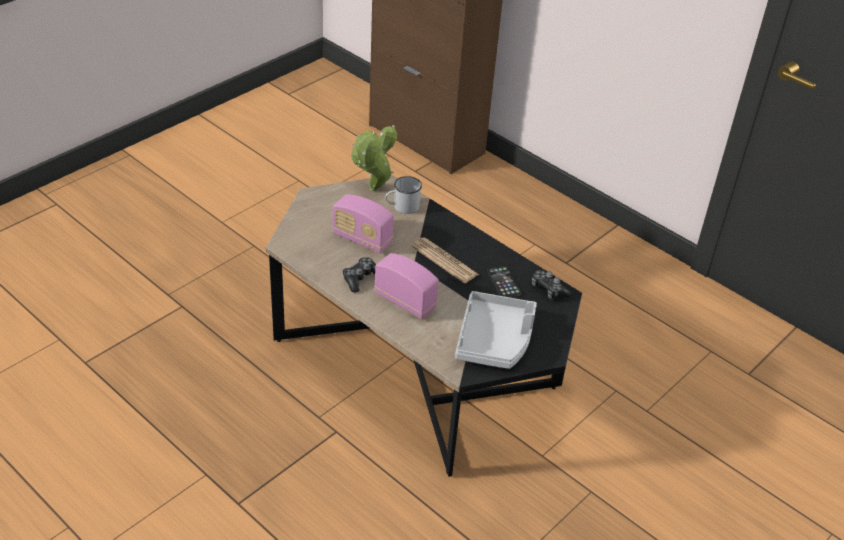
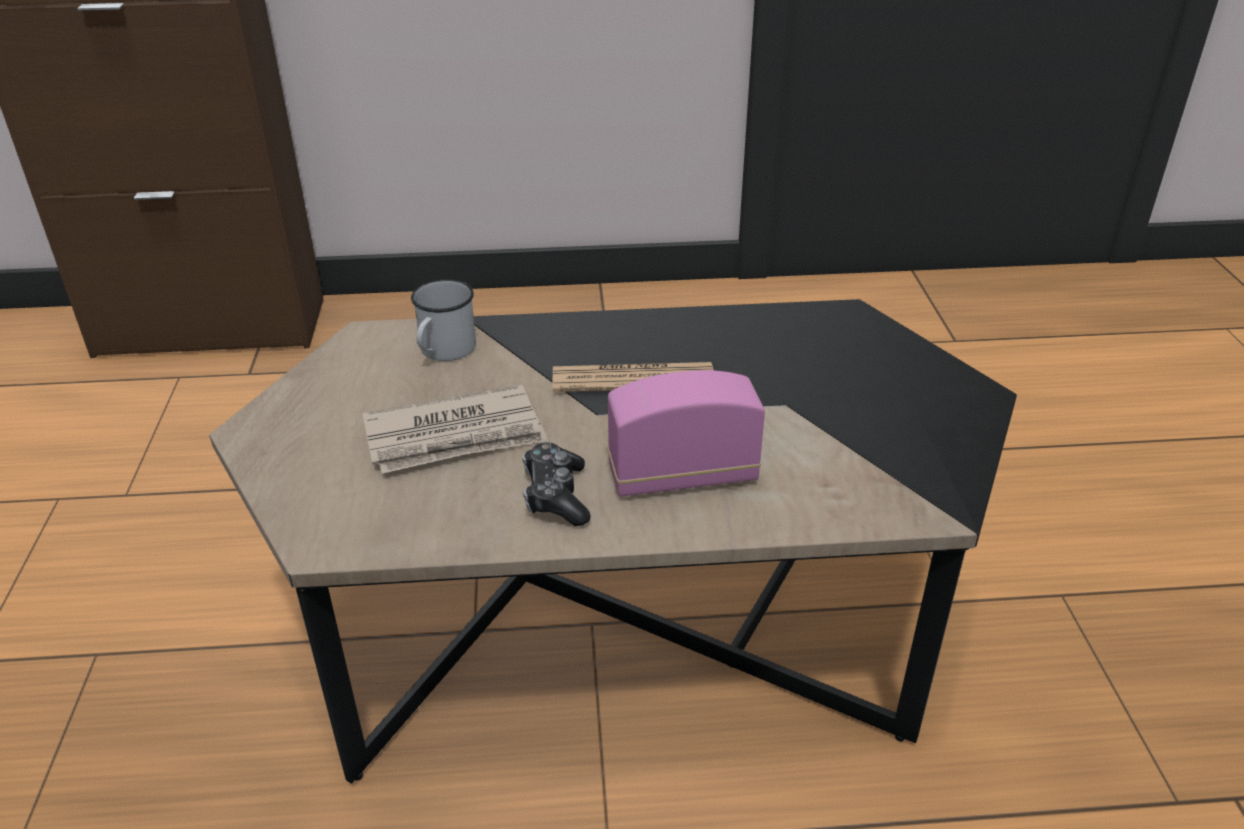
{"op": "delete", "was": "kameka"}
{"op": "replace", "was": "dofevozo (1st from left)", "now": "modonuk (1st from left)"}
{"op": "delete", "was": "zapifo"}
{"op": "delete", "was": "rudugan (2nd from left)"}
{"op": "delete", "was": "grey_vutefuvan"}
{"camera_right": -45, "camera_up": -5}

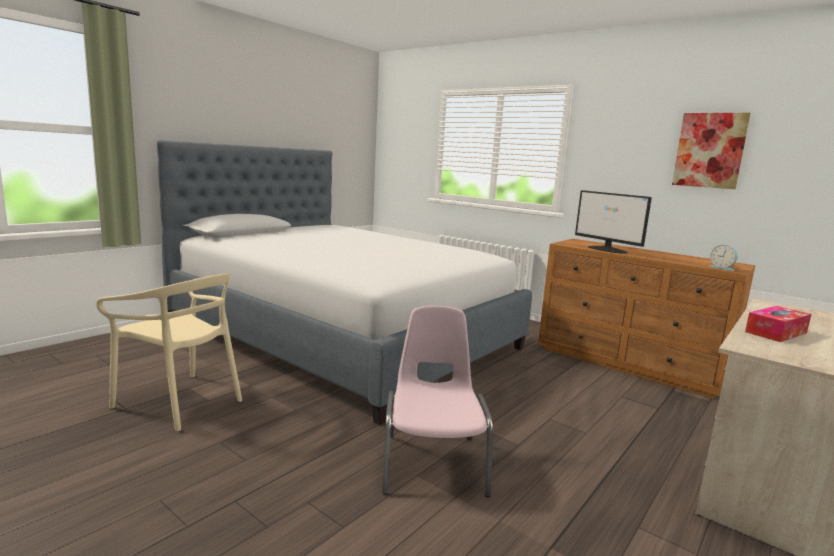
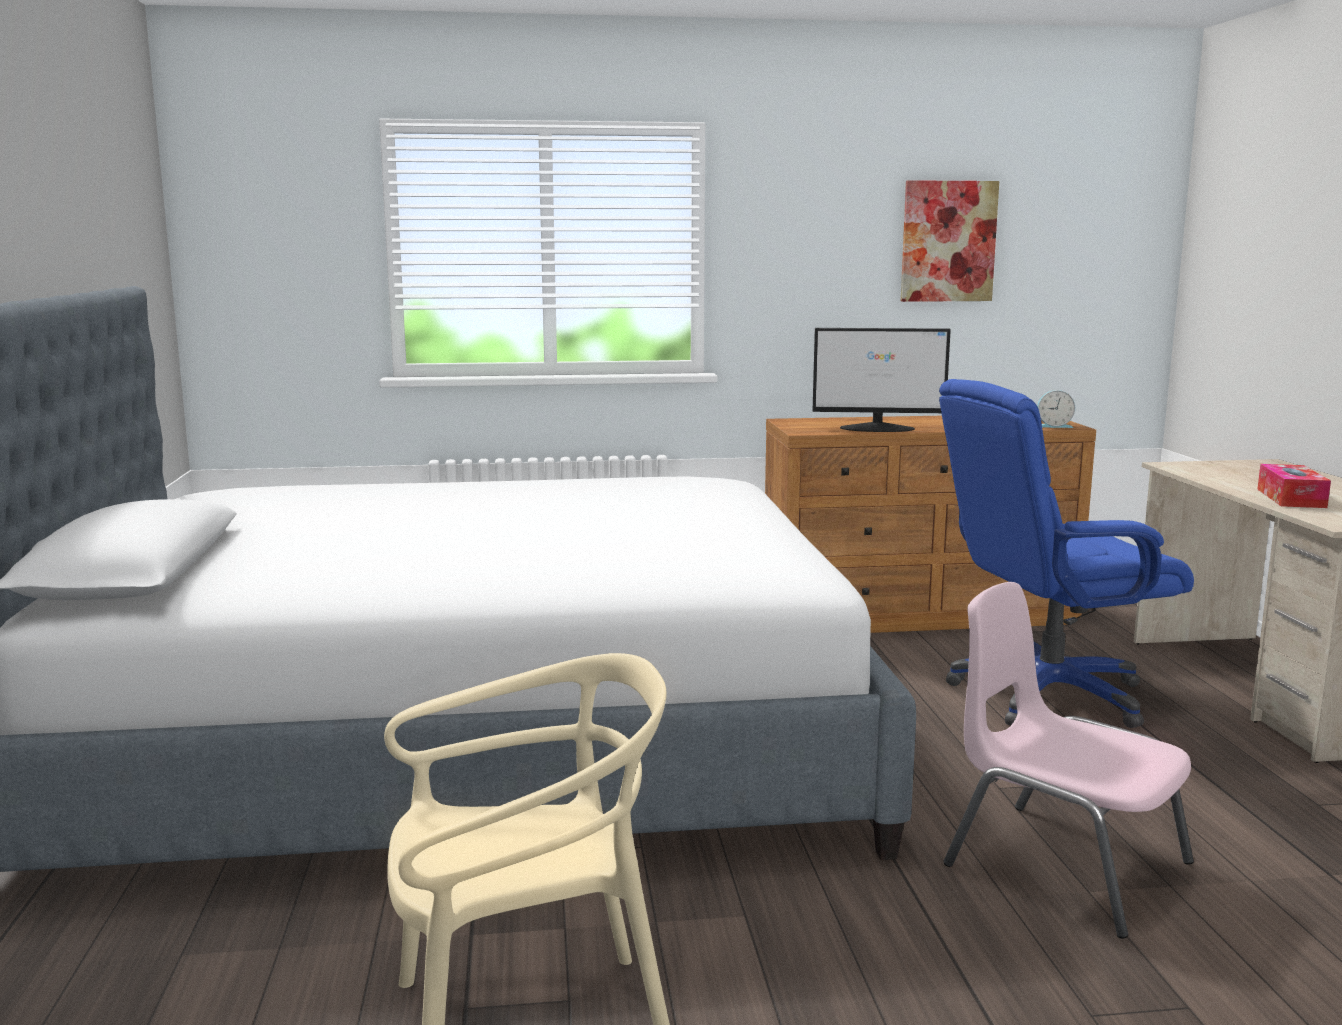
{"op": "insert", "now": "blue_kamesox"}
{"camera_right": -45, "camera_up": 0}

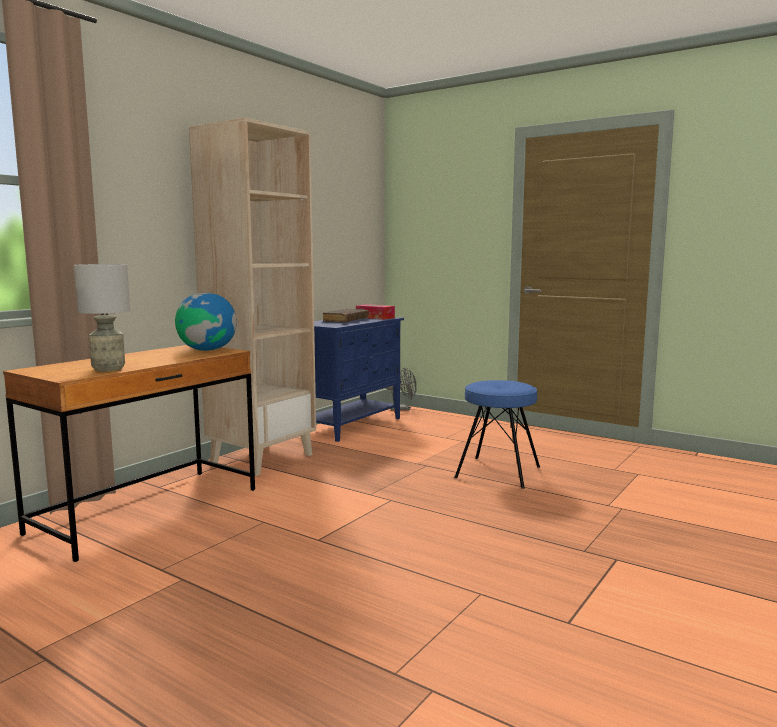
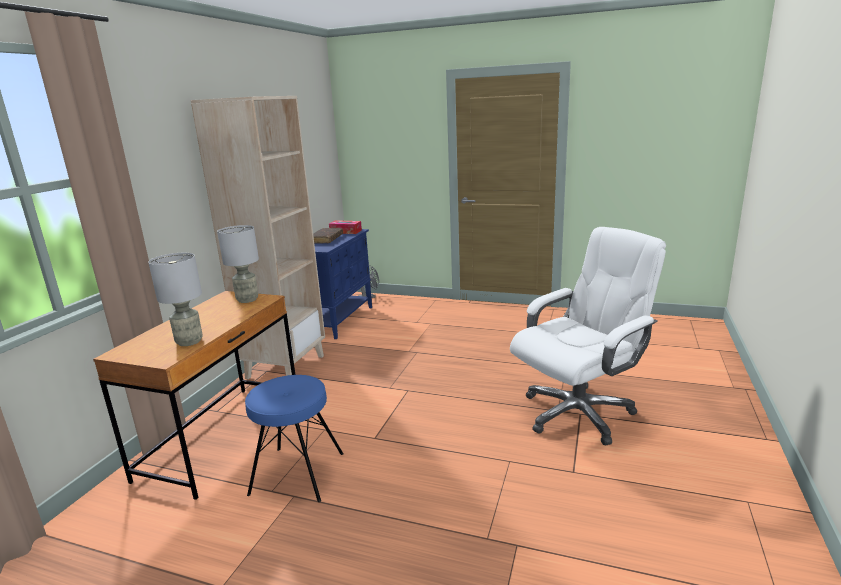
{"op": "replace", "was": "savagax", "now": "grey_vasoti (2nd from left)"}
{"op": "move", "was": "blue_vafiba"}
{"op": "insert", "now": "white_kamesox"}
{"camera_right": -15, "camera_up": 10}

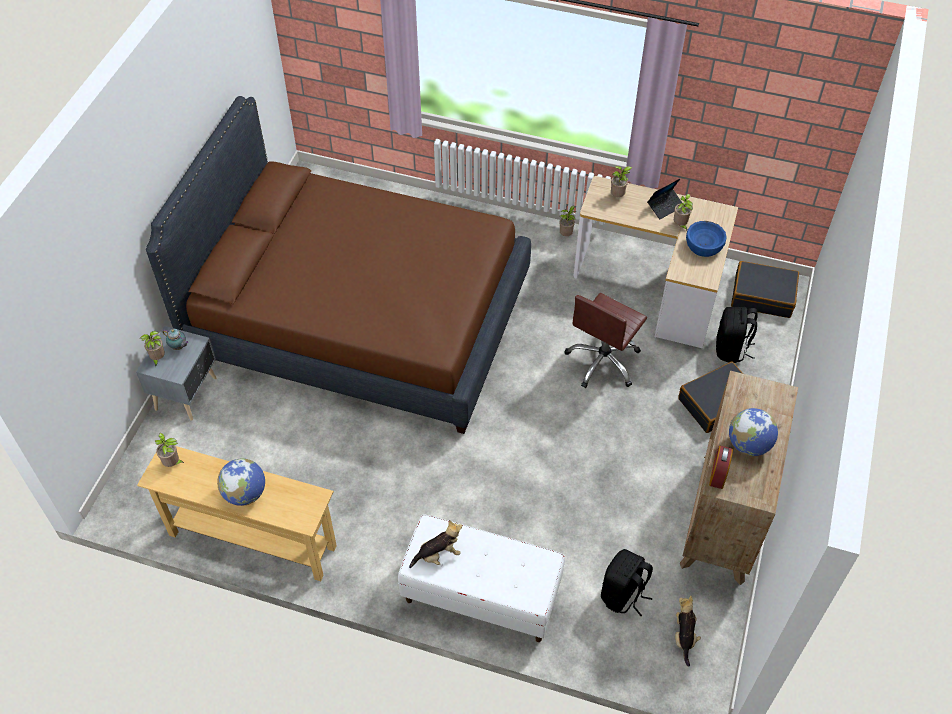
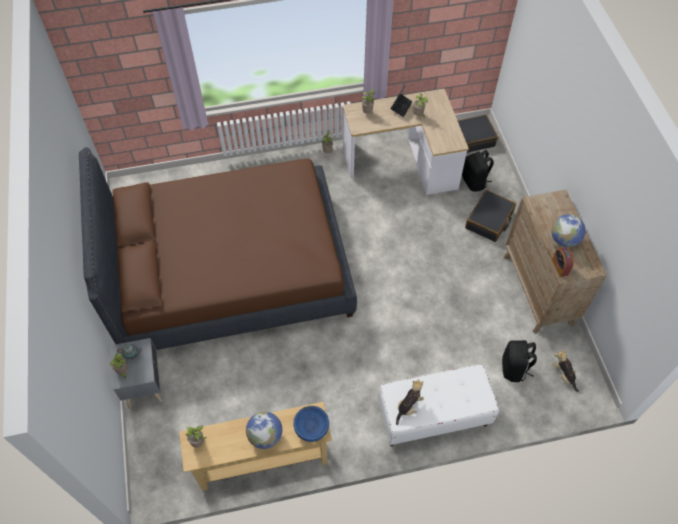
{"op": "move", "was": "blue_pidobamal"}
{"op": "delete", "was": "brown_kamesox"}
{"camera_right": -30, "camera_up": 5}

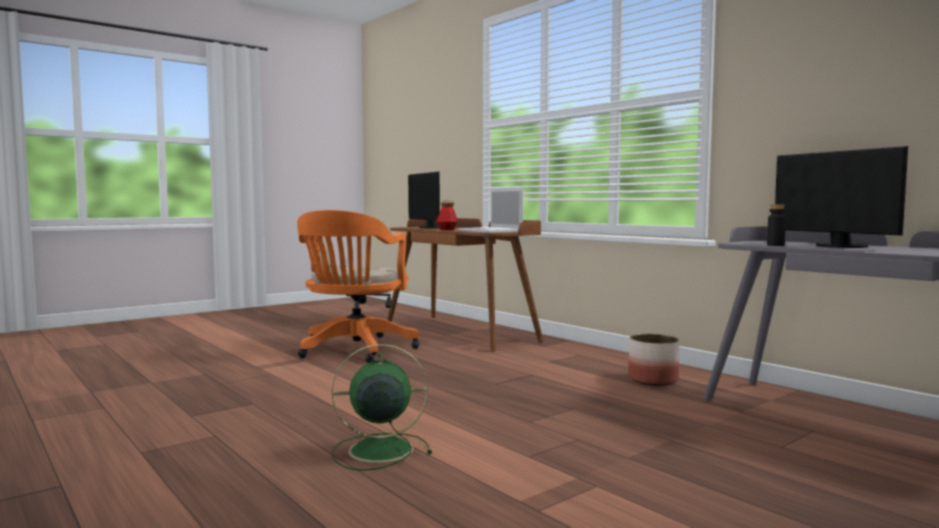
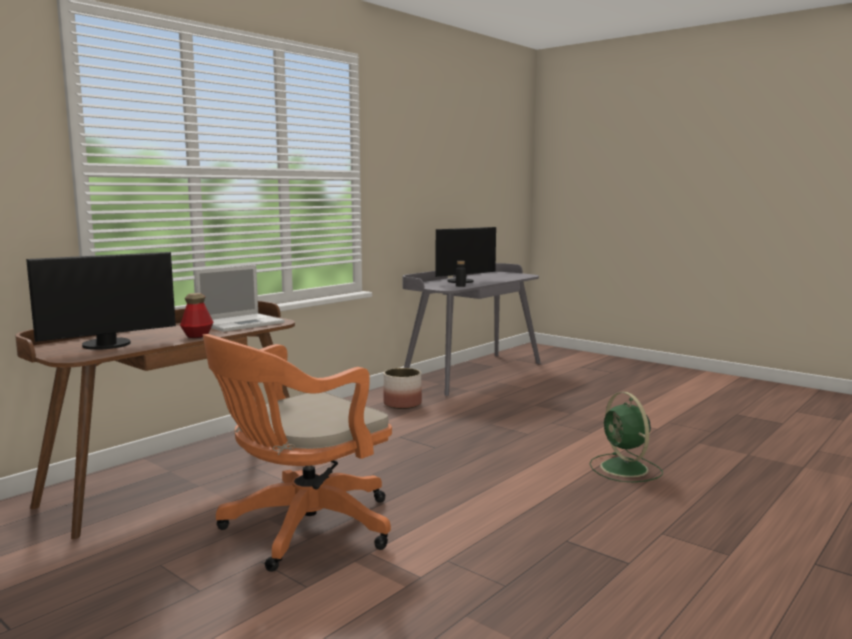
{"op": "rotate", "was": "orange_kamesox", "clockwise": 135}
{"camera_right": -100, "camera_up": 5}

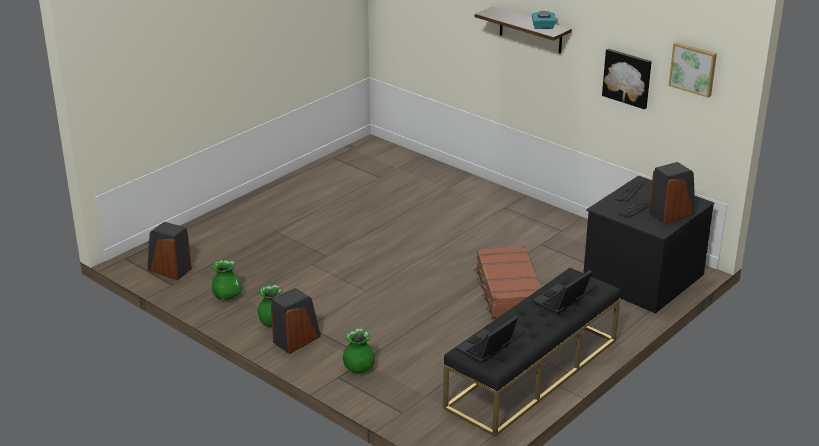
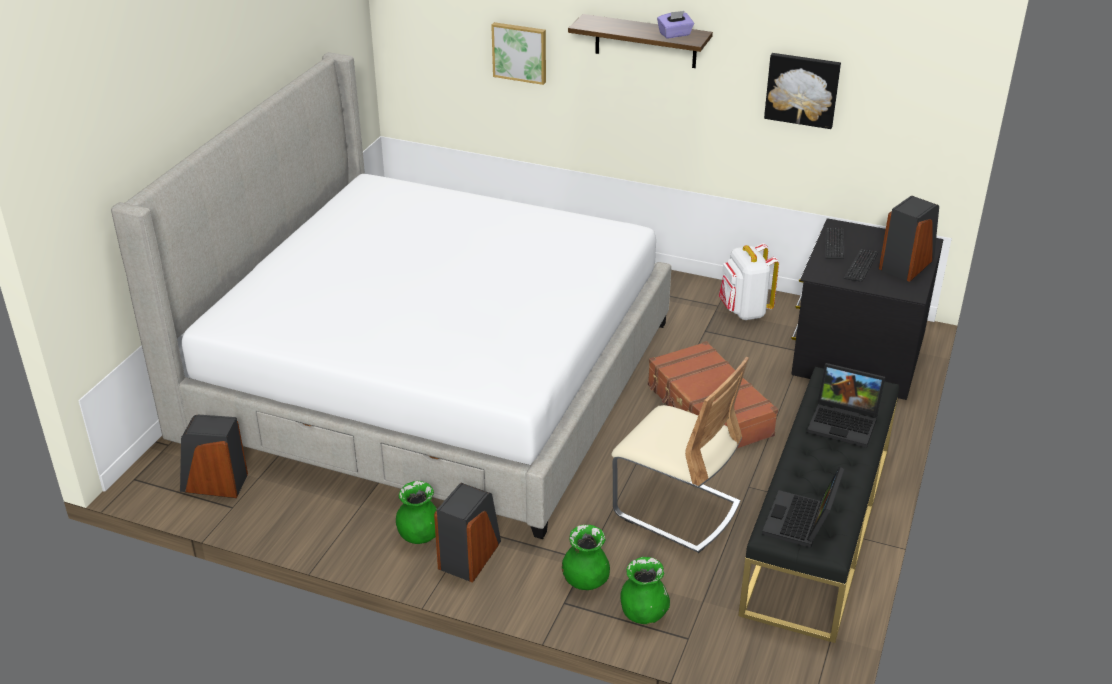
{"op": "recolor", "was": "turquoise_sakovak", "now": "purple_sakovak"}
{"op": "move", "was": "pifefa (2nd from left in the first image)", "now": "pifefa (1st from left)"}
{"op": "move", "was": "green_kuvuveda (1st from left in the first image)", "now": "green_kuvuveda (3rd from left)"}
{"op": "rotate", "was": "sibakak (2nd from left)", "clockwise": -90}
{"op": "insert", "now": "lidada"}
{"op": "insert", "now": "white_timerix"}
{"op": "insert", "now": "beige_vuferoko"}
{"camera_right": -20, "camera_up": 5}

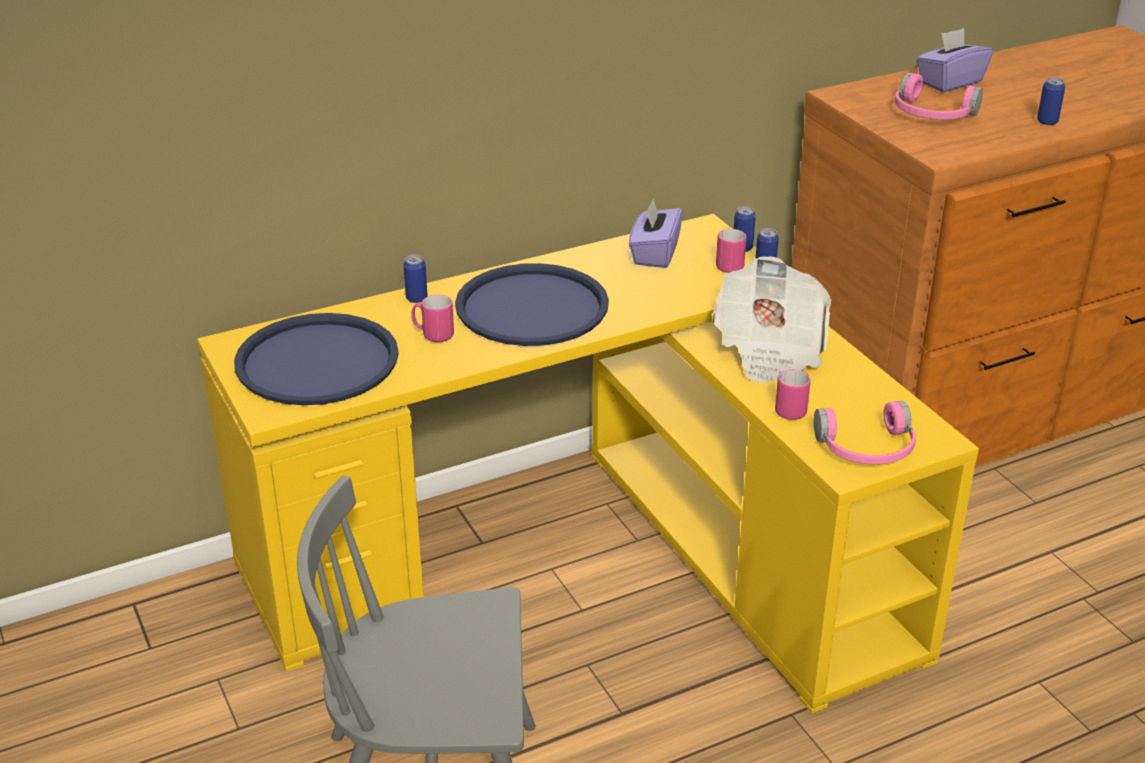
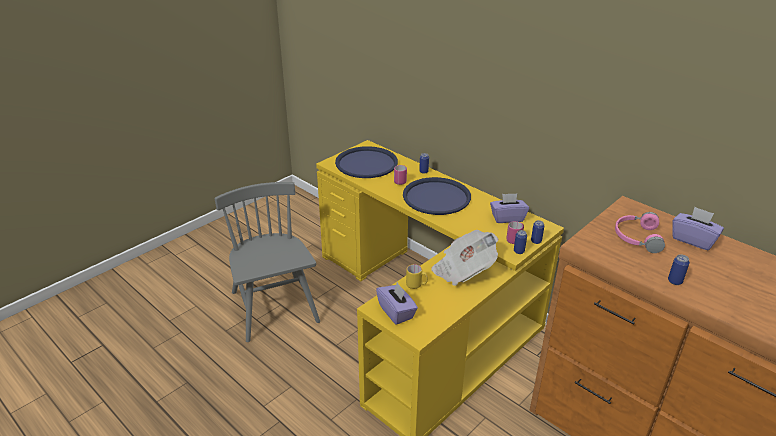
{"op": "recolor", "was": "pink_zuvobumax (3rd from left)", "now": "yellow_zuvobumax"}
{"op": "replace", "was": "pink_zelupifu (1st from left)", "now": "purple_sakovak (1st from left)"}
{"camera_right": 70, "camera_up": 0}

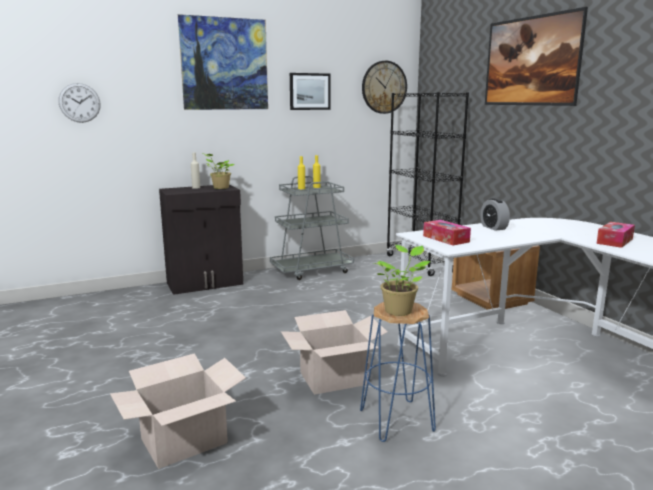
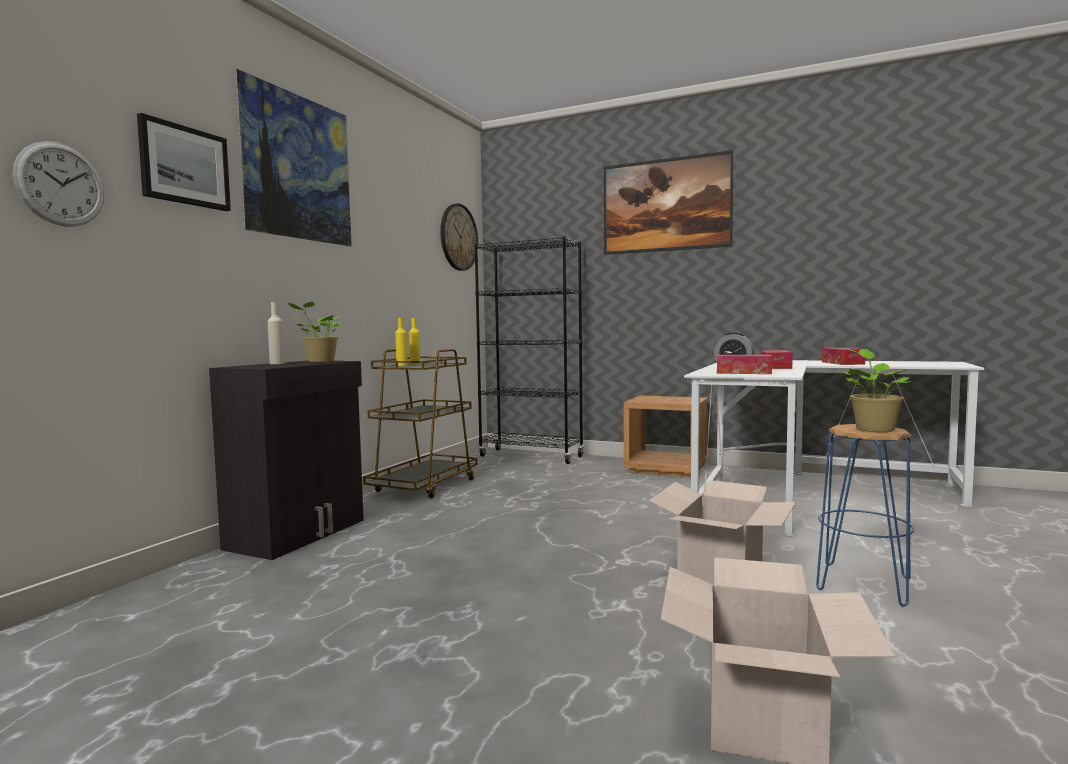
{"op": "move", "was": "pifefa (2nd from left in the first image)", "now": "pifefa (1st from left)"}
{"op": "recolor", "was": "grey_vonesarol", "now": "brown_vonesarol"}
{"op": "insert", "now": "sakovak (2nd from left)"}
{"camera_right": -40, "camera_up": -10}

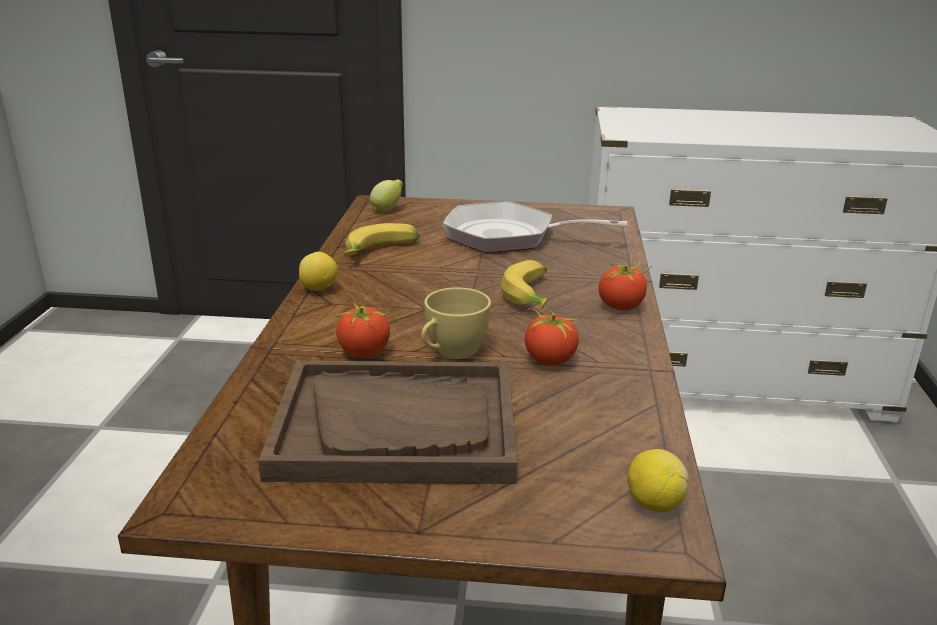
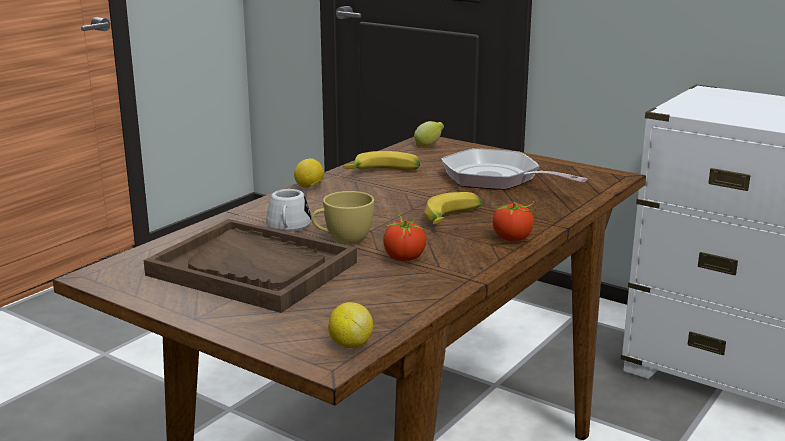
{"op": "replace", "was": "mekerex (1st from left)", "now": "white_zuvobumax"}
{"camera_right": 30, "camera_up": -5}

